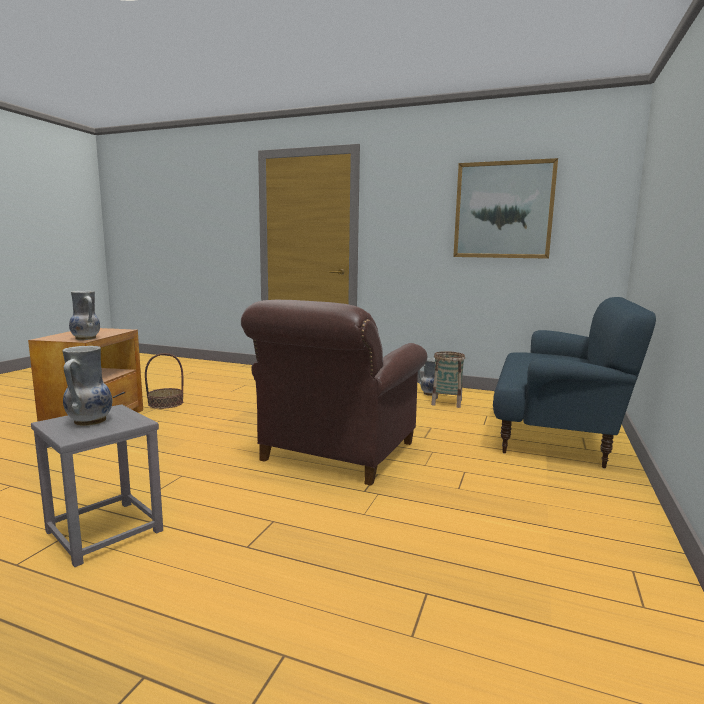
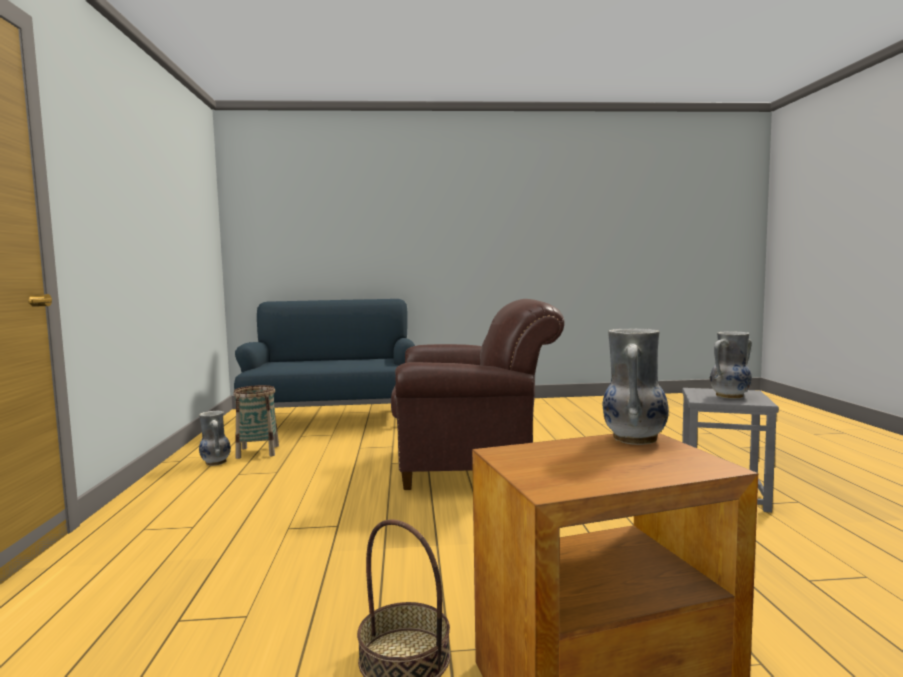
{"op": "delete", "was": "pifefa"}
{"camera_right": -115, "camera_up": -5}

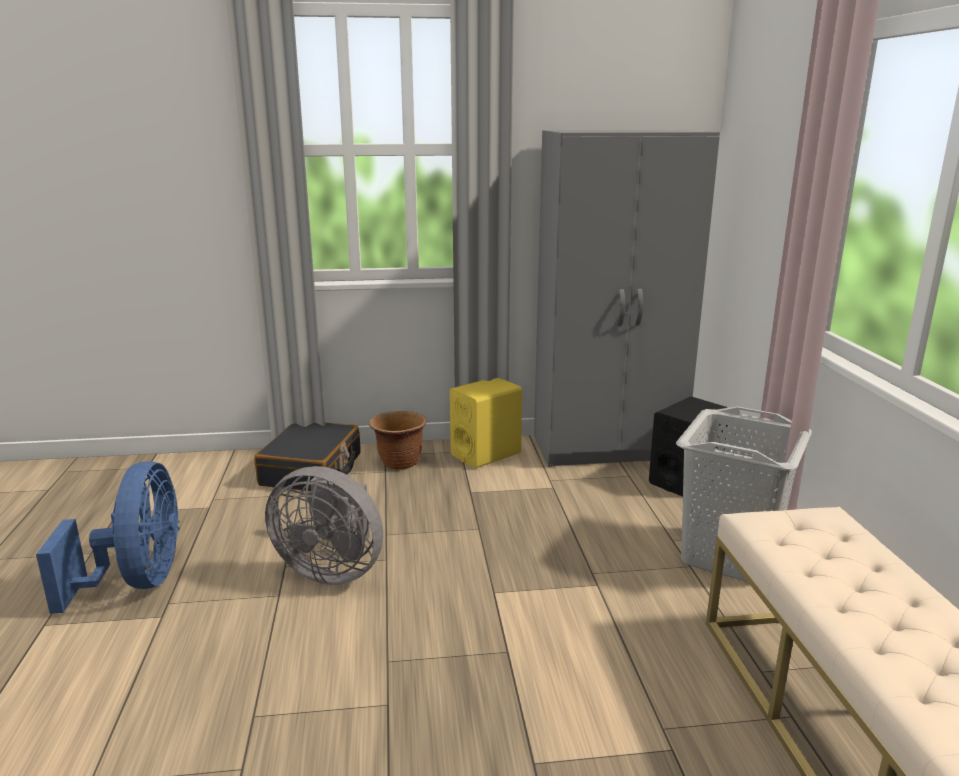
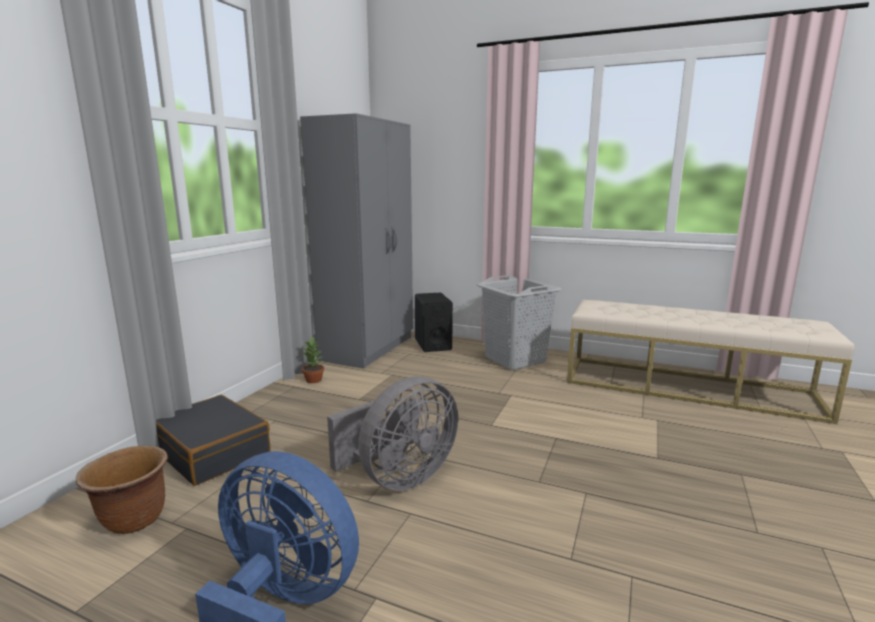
{"op": "replace", "was": "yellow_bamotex", "now": "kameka"}
{"op": "move", "was": "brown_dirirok"}
{"camera_right": -60, "camera_up": -5}

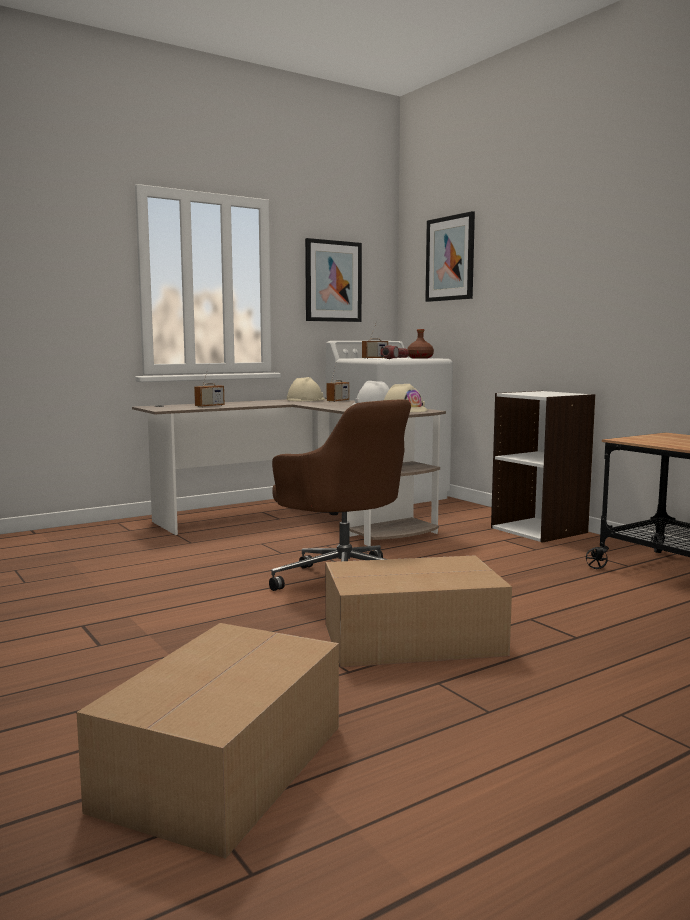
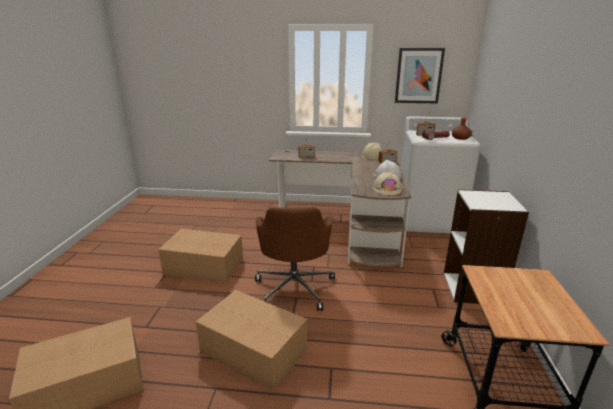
{"op": "delete", "was": "pifefa (2nd from left)"}
{"op": "insert", "now": "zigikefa (2nd from left)"}
{"camera_right": 40, "camera_up": 15}

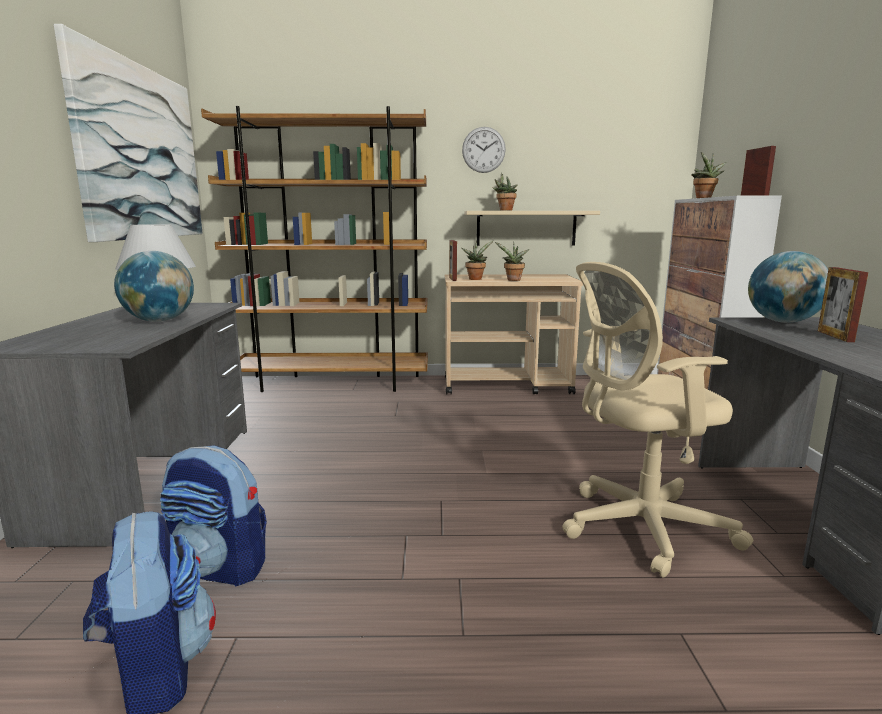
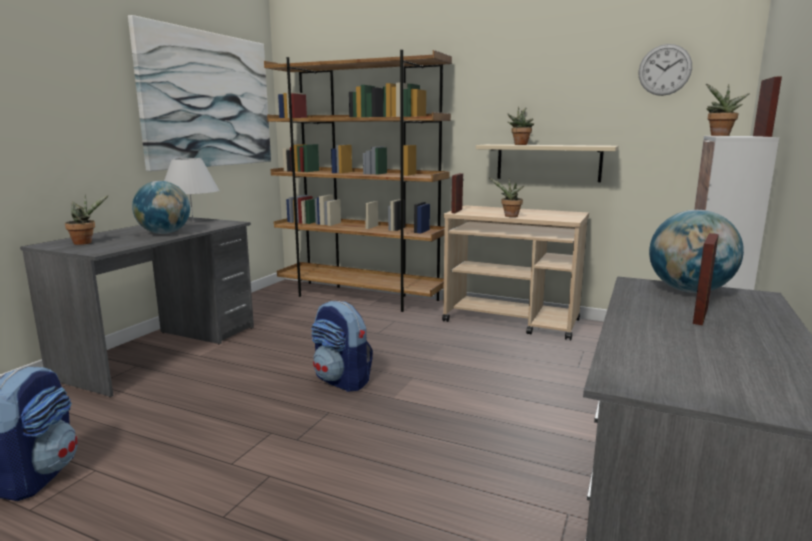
{"op": "move", "was": "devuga"}
{"op": "move", "was": "kameka (1st from left)"}
{"op": "delete", "was": "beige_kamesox"}
{"op": "move", "was": "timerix (2nd from left)"}
{"camera_right": 25, "camera_up": 0}

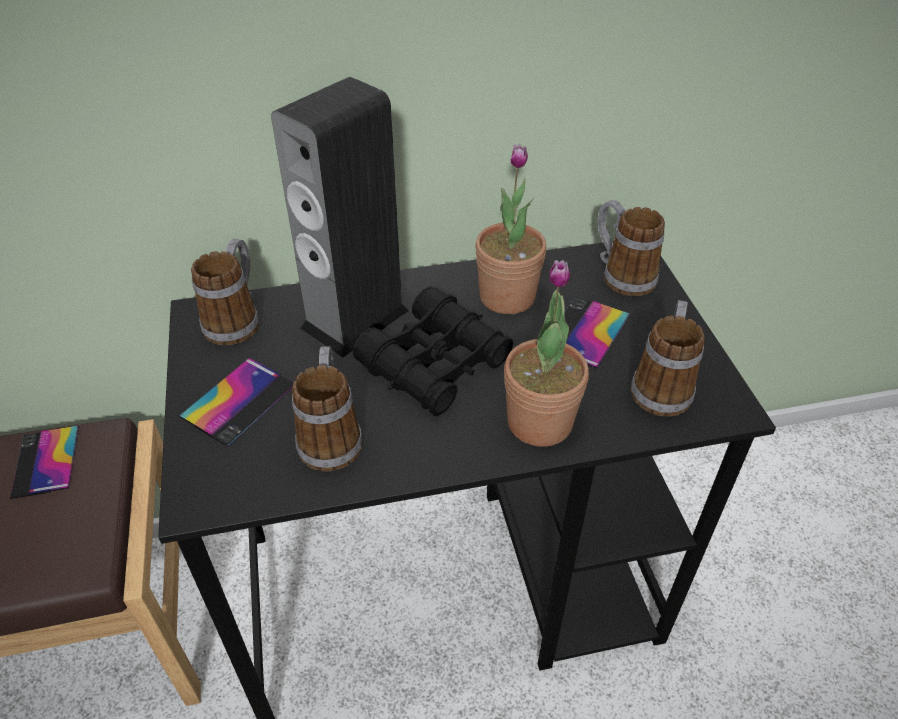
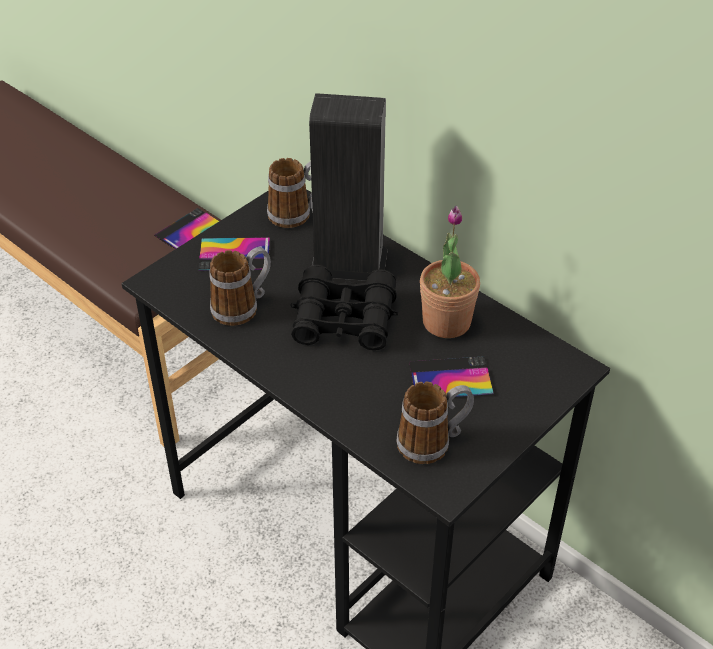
{"op": "delete", "was": "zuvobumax (3rd from left)"}
{"op": "delete", "was": "kameka (2nd from left)"}
{"camera_right": 55, "camera_up": 0}

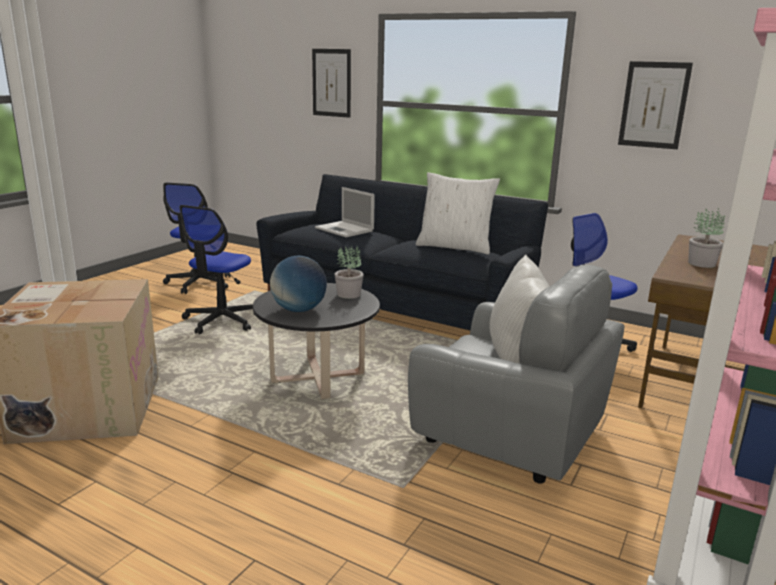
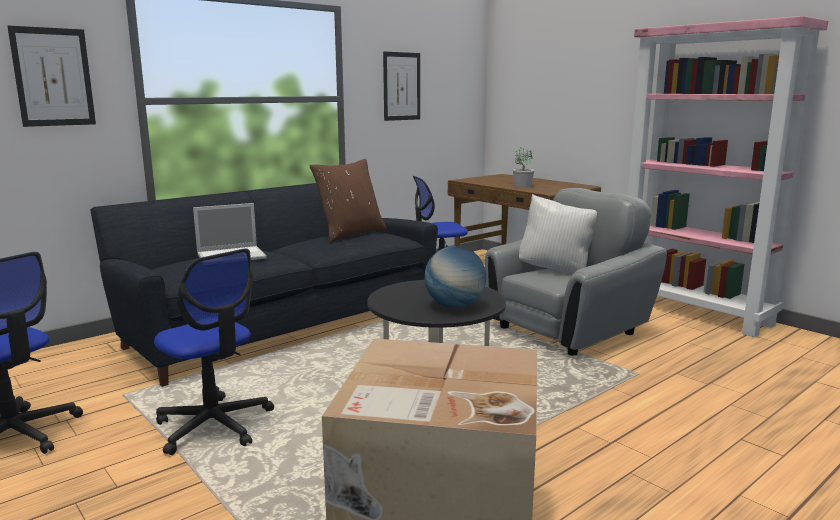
{"op": "recolor", "was": "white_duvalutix (1st from left)", "now": "brown_duvalutix"}
{"op": "delete", "was": "kameka (1st from left)"}
{"camera_right": -70, "camera_up": -5}

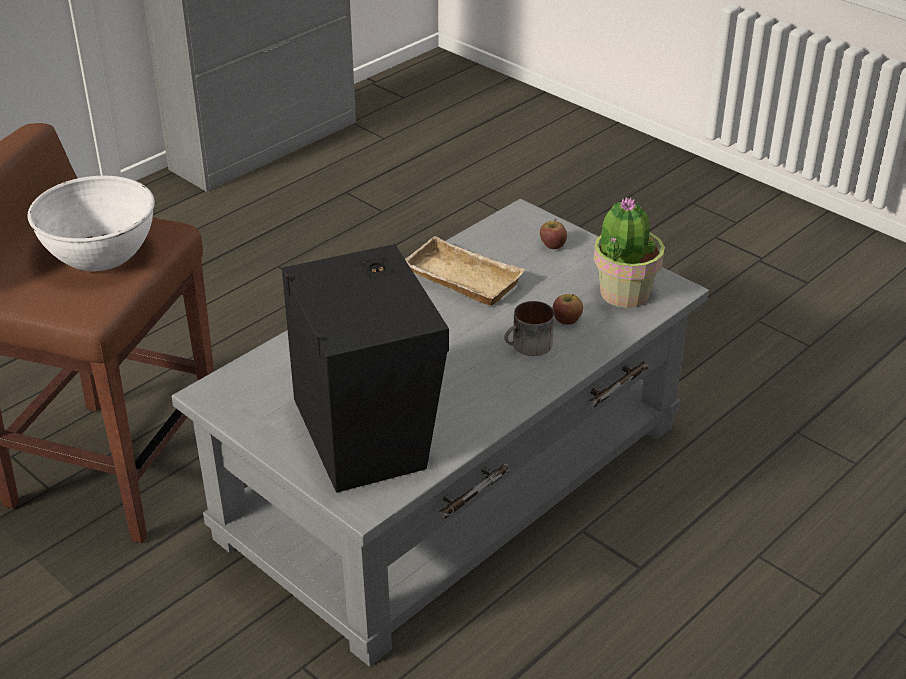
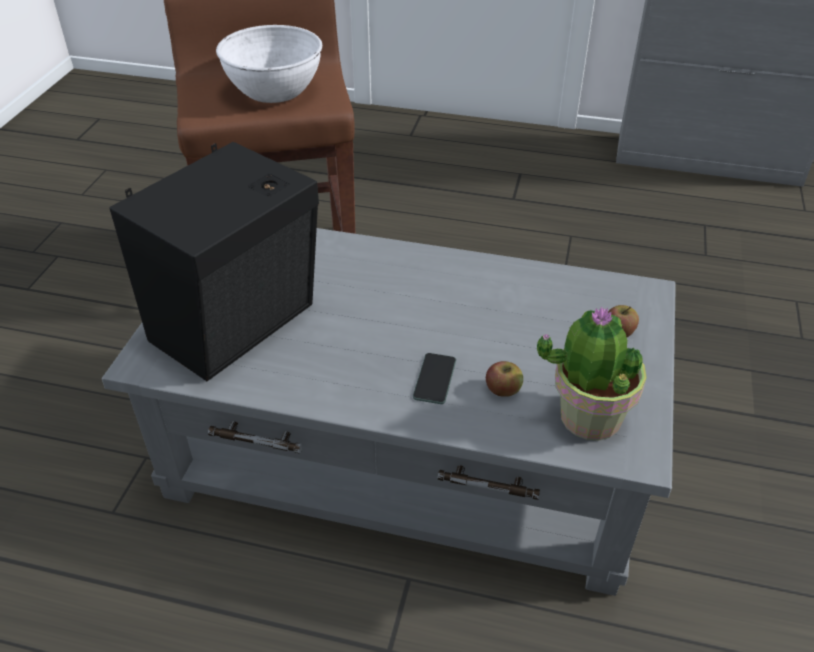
{"op": "delete", "was": "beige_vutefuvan"}
{"op": "replace", "was": "zuvobumax", "now": "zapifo"}
{"camera_right": 60, "camera_up": 5}

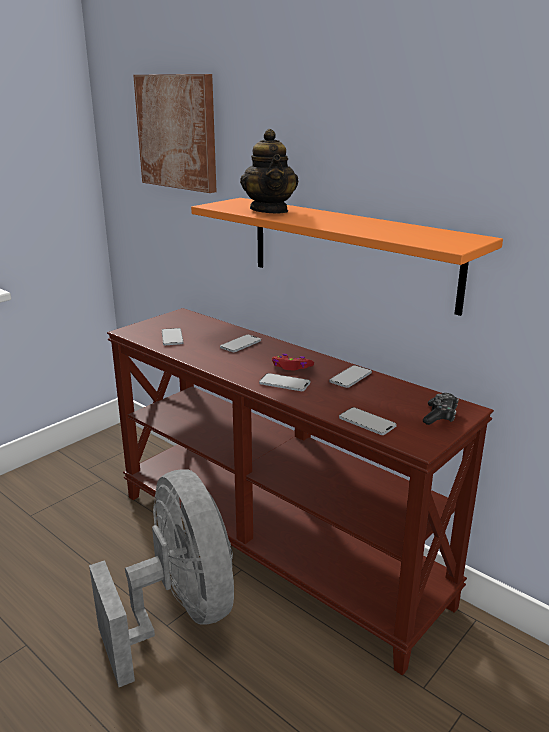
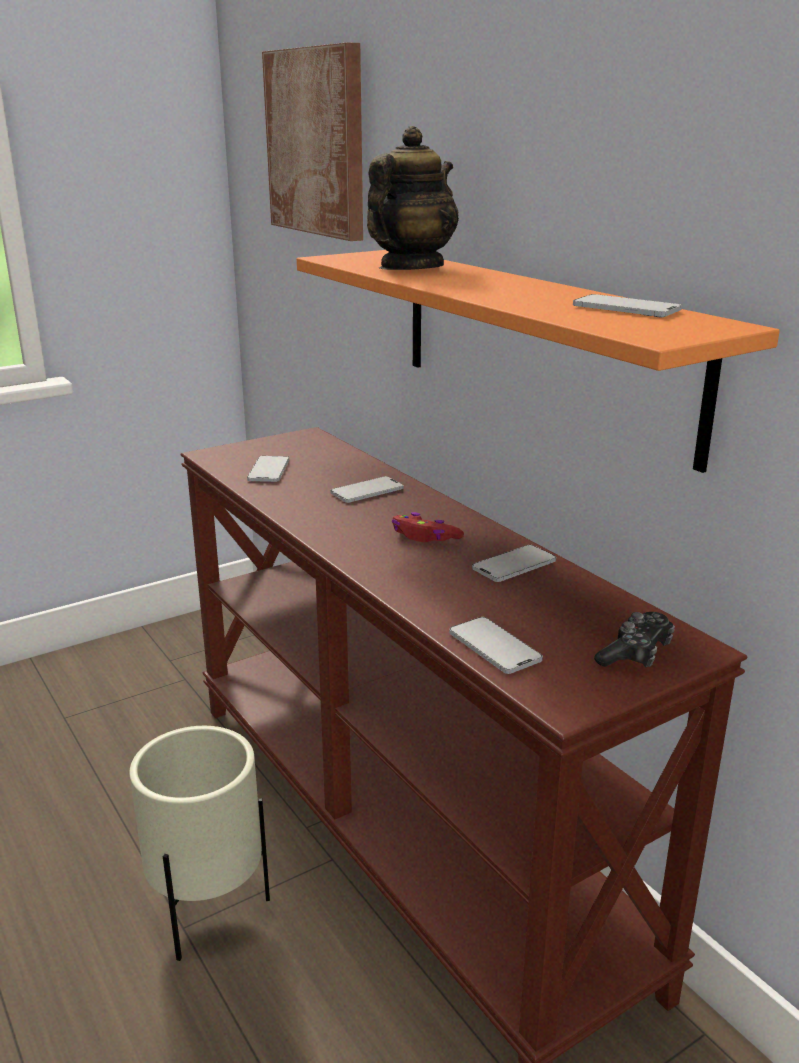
{"op": "rotate", "was": "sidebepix", "clockwise": -150}
{"op": "move", "was": "zapifo (3rd from left in the first image)", "now": "zapifo (5th from left)"}
{"op": "replace", "was": "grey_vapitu", "now": "beige_dirirok"}
{"camera_right": 15, "camera_up": 0}

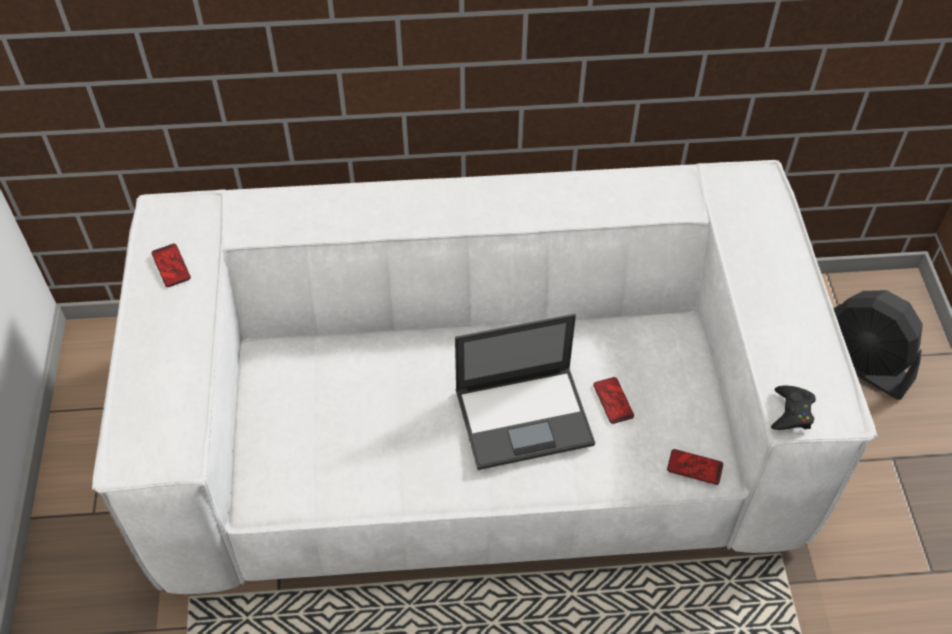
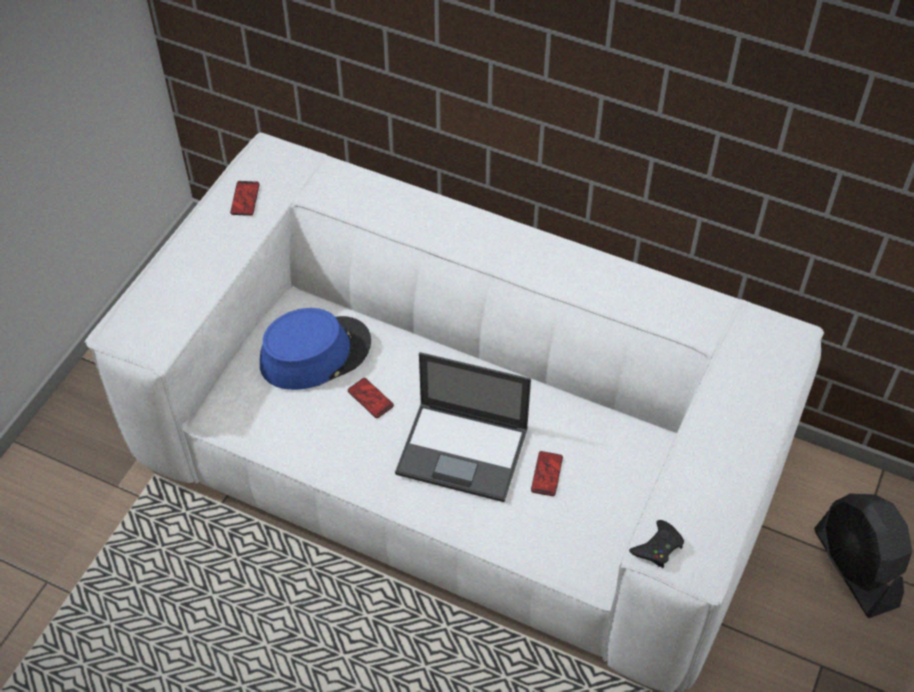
{"op": "move", "was": "zapifo (3rd from left in the first image)", "now": "zapifo (2nd from left)"}
{"op": "insert", "now": "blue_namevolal"}
{"camera_right": 30, "camera_up": 0}

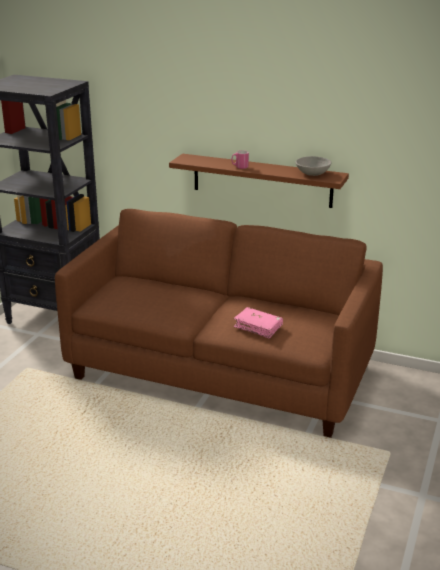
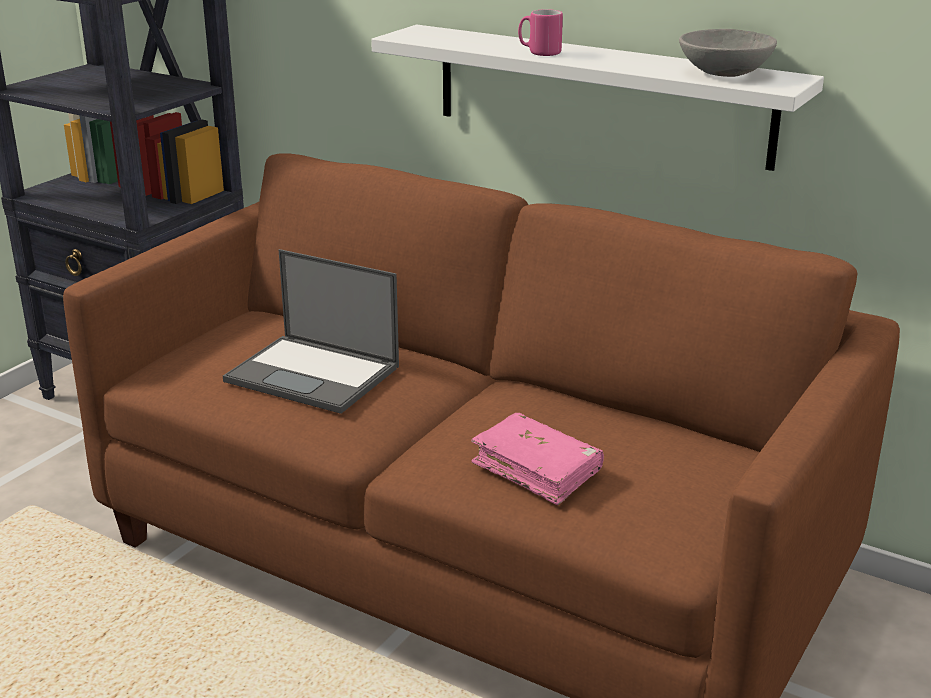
{"op": "recolor", "was": "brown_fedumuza", "now": "white_fedumuza"}
{"op": "insert", "now": "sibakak"}
{"camera_right": 10, "camera_up": 0}

